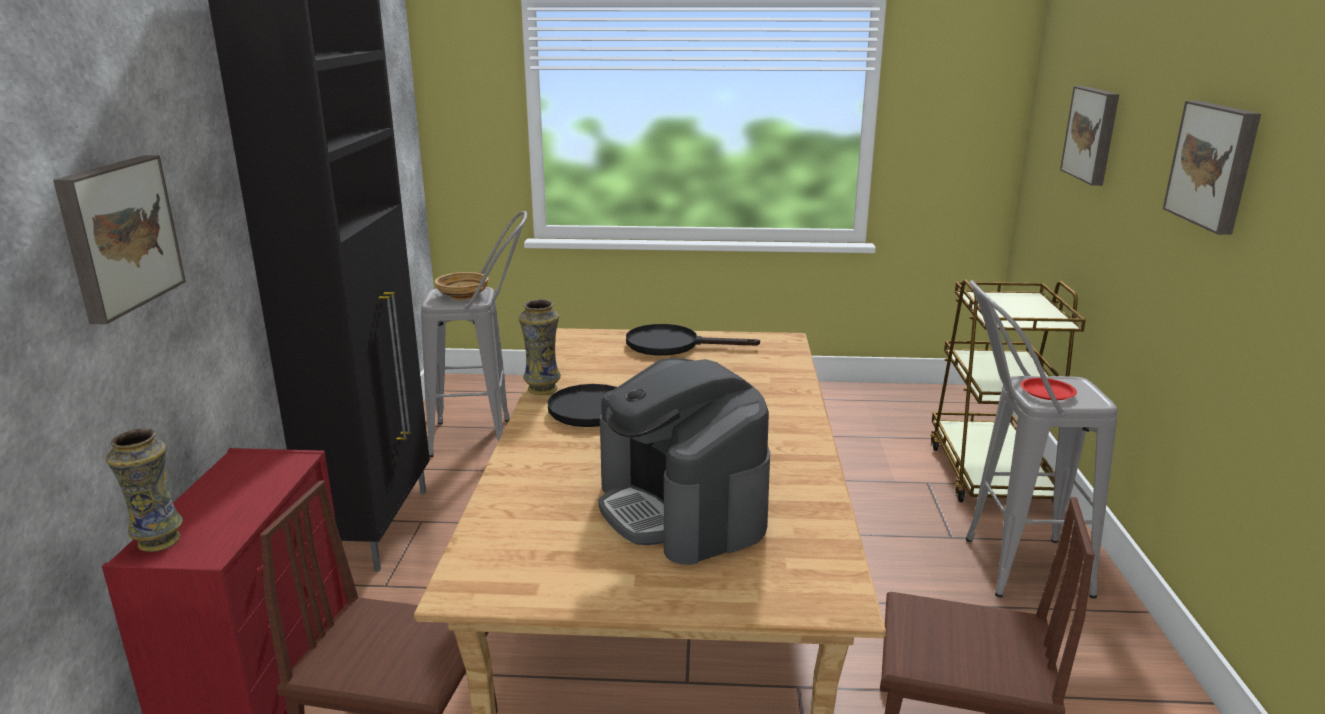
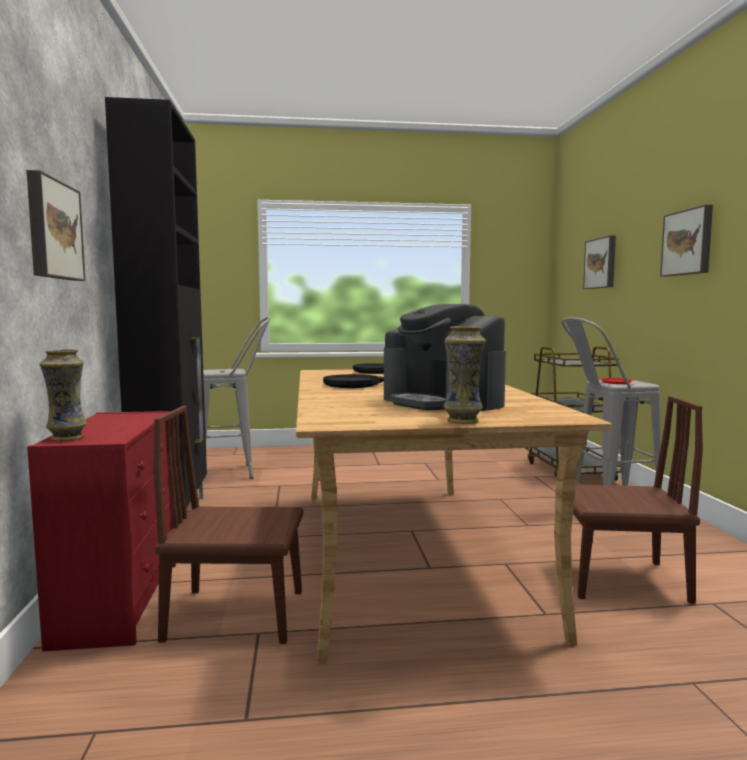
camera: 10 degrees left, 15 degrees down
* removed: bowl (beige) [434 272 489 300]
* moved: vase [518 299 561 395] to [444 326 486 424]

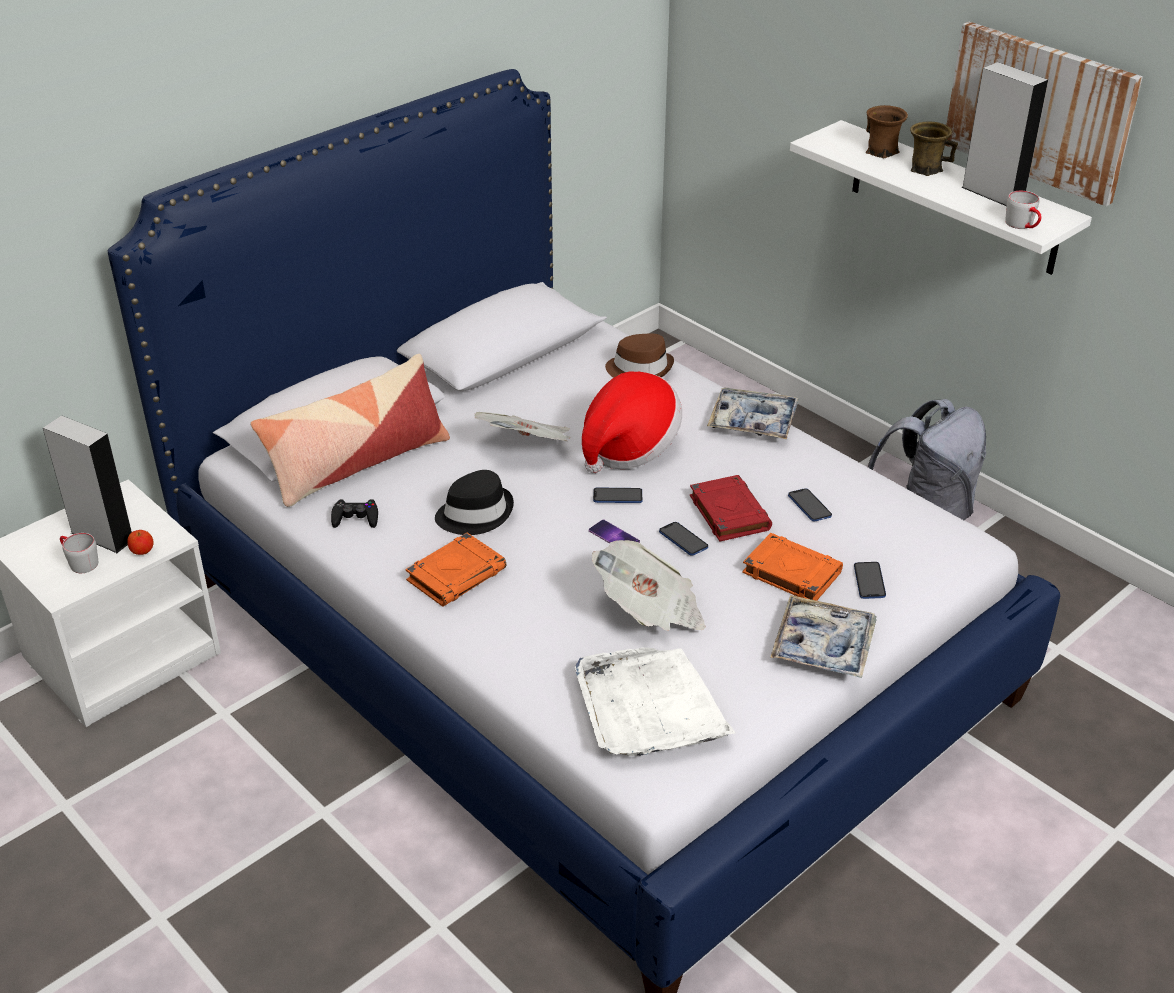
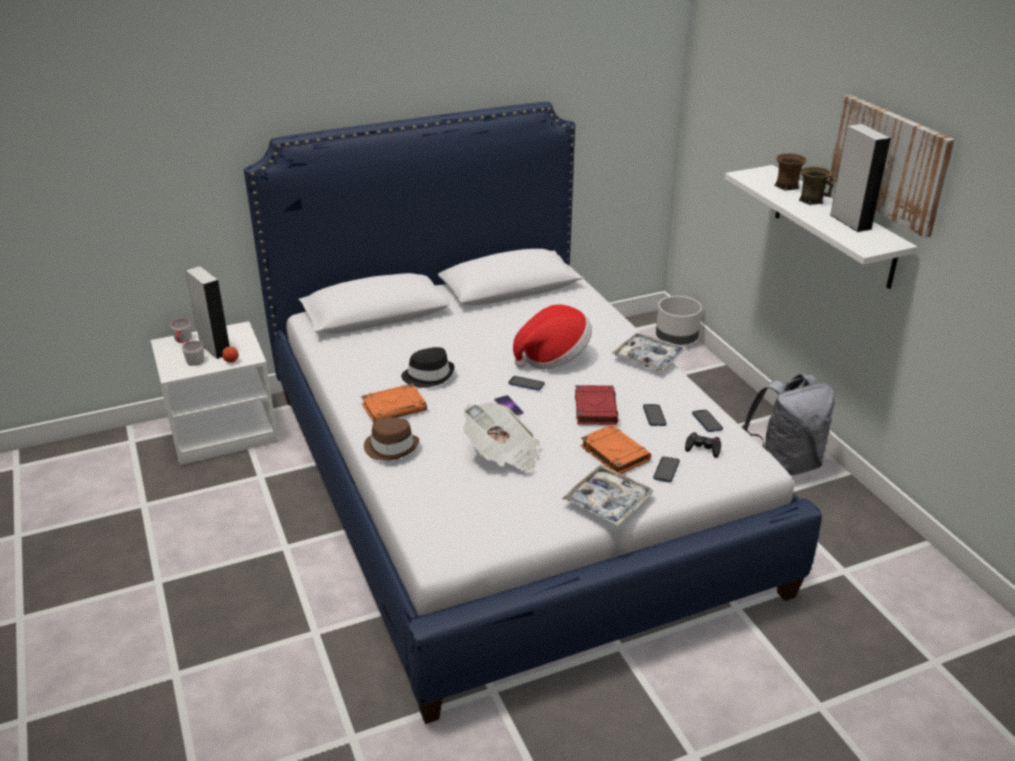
camera: 20 degrees right, 5 degrees down
* removed: pillow [250 354 450 507]
* moved: game controller (black) [331 499 378 528] to [685 432 721 458]
* removed: newspaper [475 412 571 441]
* removed: tray (white) [575 647 735 756]
* moved: hat (brown) [605 334 674 378] to [364 417 419 461]
* moved: phone [659 522 708 556] to [692 410 723 432]
* moved: mug (grey) [1005 191 1042 229] to [171 319 192 343]
* added: planter (grey) [656 296 702 345]

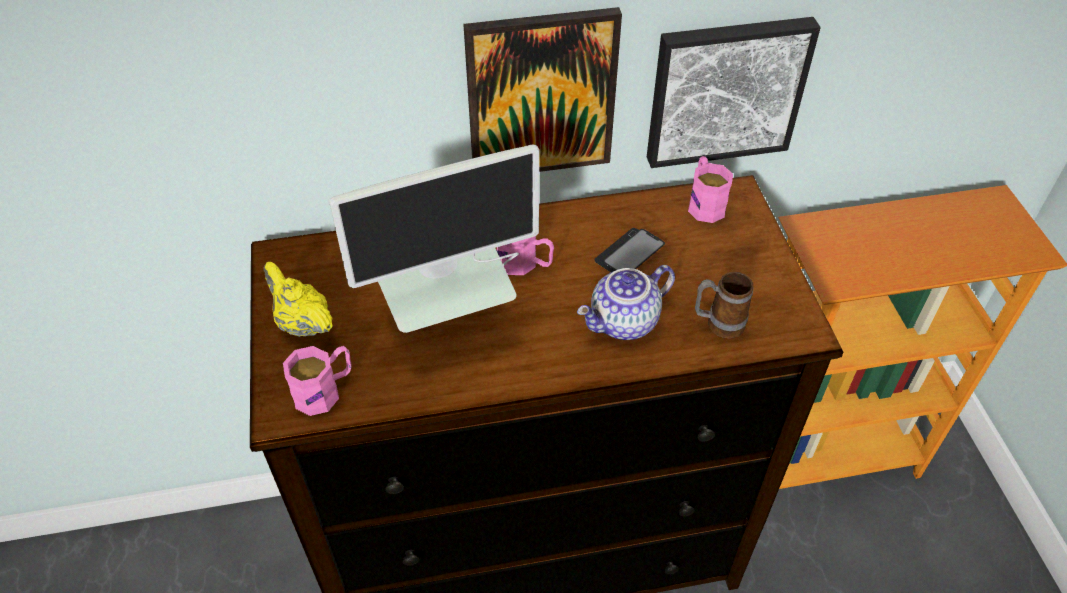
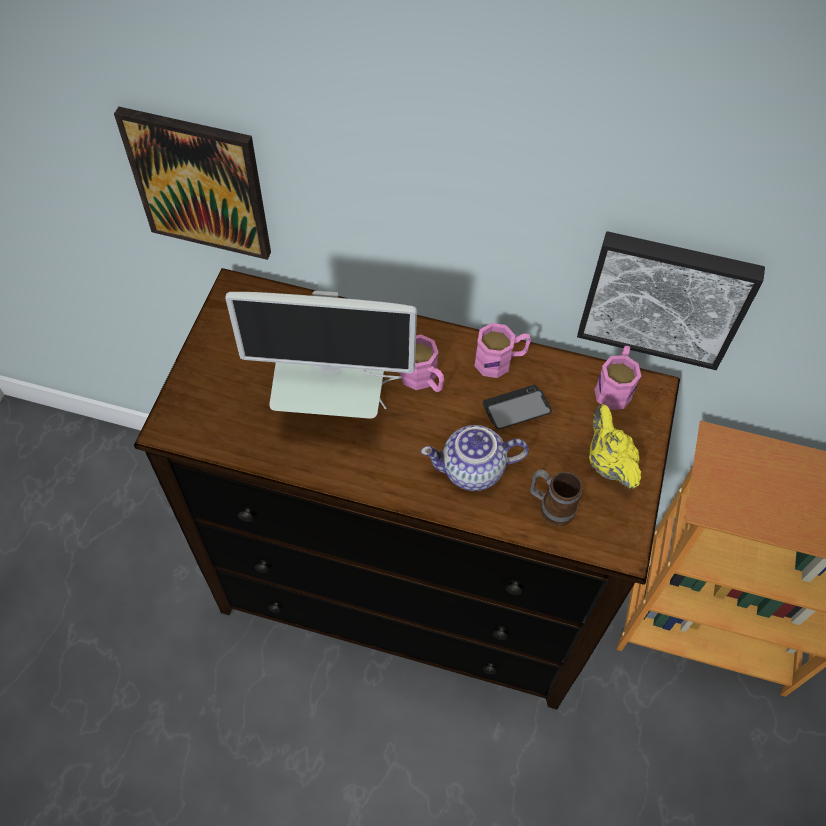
camera: 25 degrees right, 10 degrees up
* moved: teapot (yellow) [263 262 333 337] to [589 404 641 489]
* moved: mug (pink) [283 346 352 416] to [474 323 531 378]
* moved: picture [463 7 622 172] to [114 106 271 260]

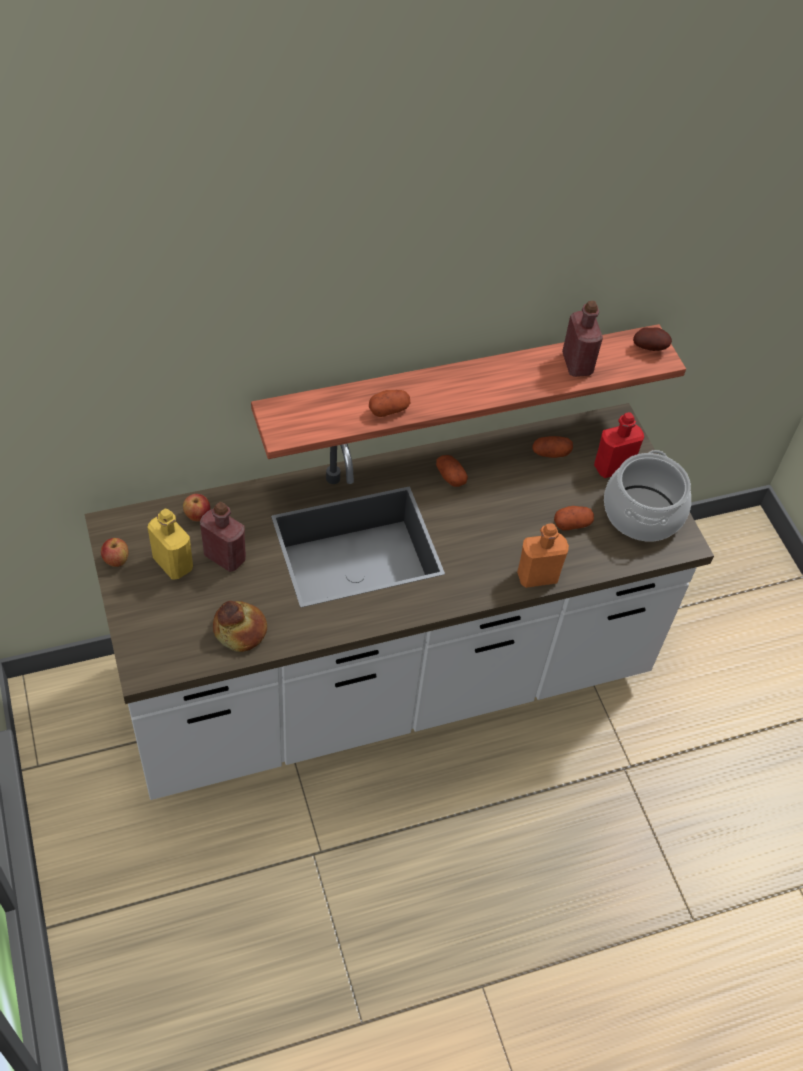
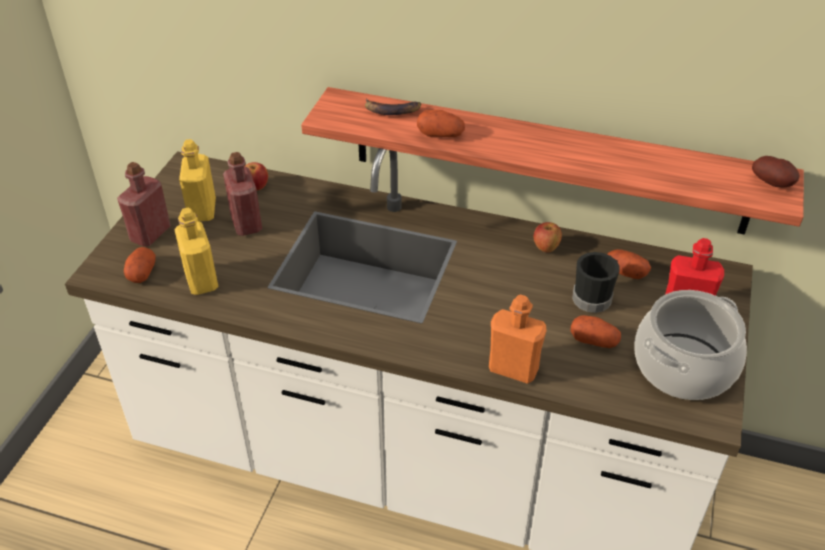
camera: 40 degrees right, 10 degrees down
* moved: apple [101 538 129 567] to [534 222 562 252]
* replaced: bread [213 601 267 652] to bottle (yellow) [174 208 219 295]
* moved: potato [436 455 468 487] to [124 247 156 283]
* moved: bottle (red) [562 301 603 377] to [117 162 171 247]
* added: banana [365 99 421 115]
* added: mug (black) [572 252 620 313]

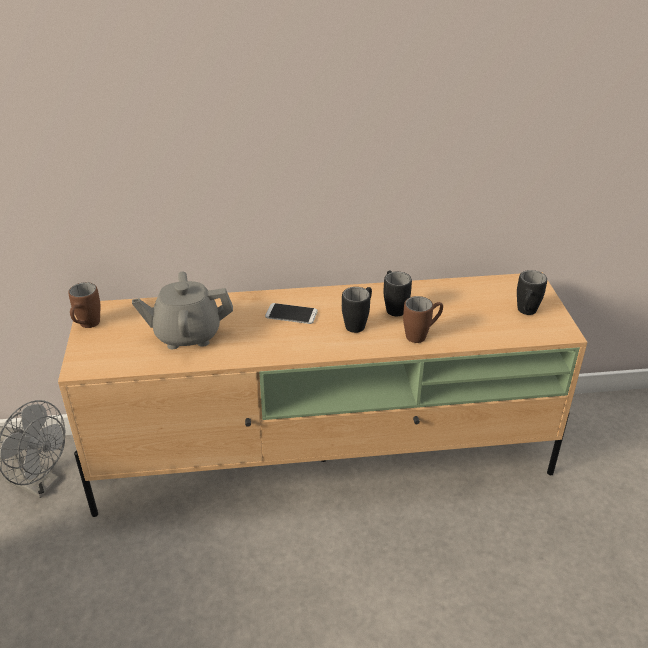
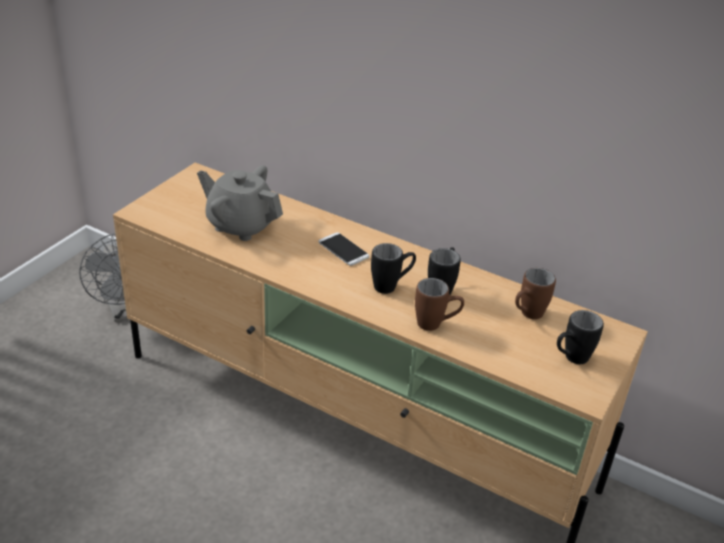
camera: 35 degrees right, 0 degrees up
* moved: mug (brown) [68 282 100 328] to [515 268 556 319]

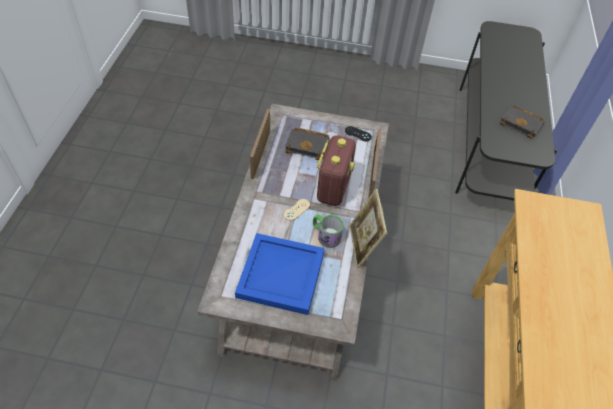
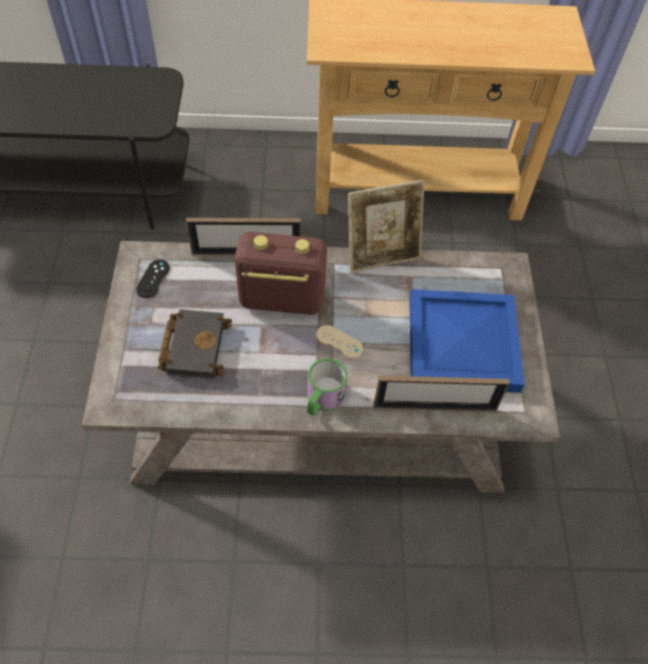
camera: 100 degrees left, 5 degrees up
* moved: picture frame [250 109 270 179] to [374 375 510 412]
* moved: mug [313 214 344 248] to [307 358 347 416]
* removed: book (black) [499 106 545 139]

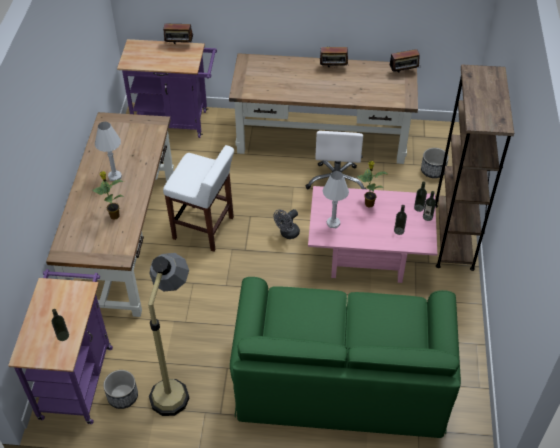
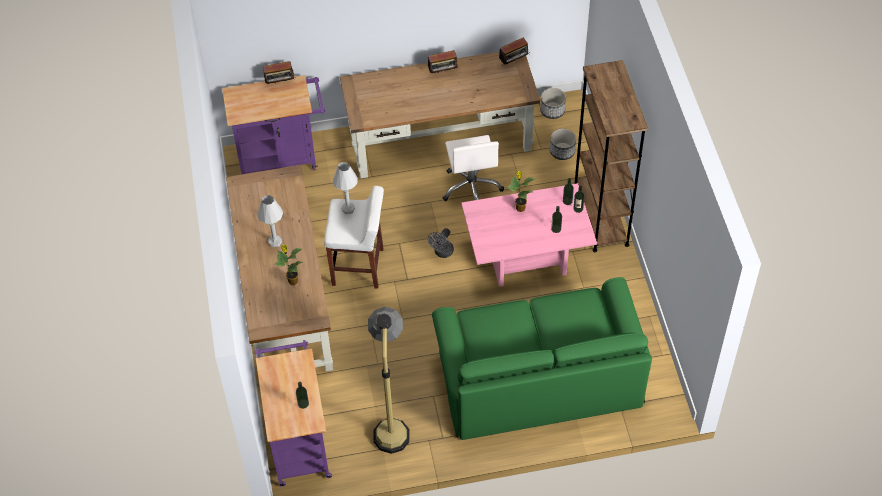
camera: 15 degrees left, 5 degrees up
* moved: planter [103 370 138 409] to [540 88 566 119]
* moved: table lamp (white) [322 171 349 228] to [333 162 358 214]

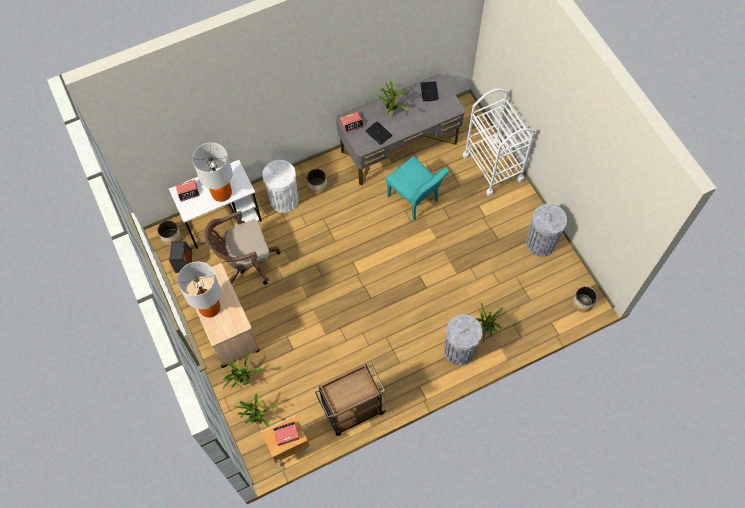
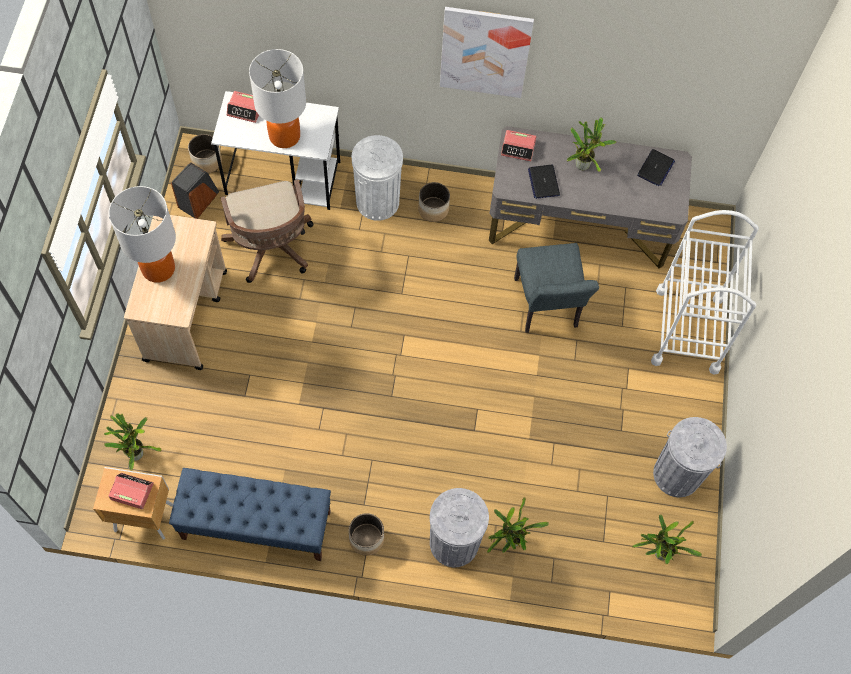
camera: 30 degrees right, 0 degrees up
* turned: office chair (brown) [205 211 280 285] = [221 180 313 283] 120 degrees counterclockwise
* moved: potted plant [223 353 262 389] to [632 514 702 564]
* replaced: cart (brown) [315 364 386 436] to bench (blue) [169 468 331 561]
* recoloured: chair (turquoise) [386 156 449 220] to chair (grey) [514 243 599 333]
* moved: planter [572 286 597 312] to [349 513 384 555]
* added: picture [440 7 534 98]

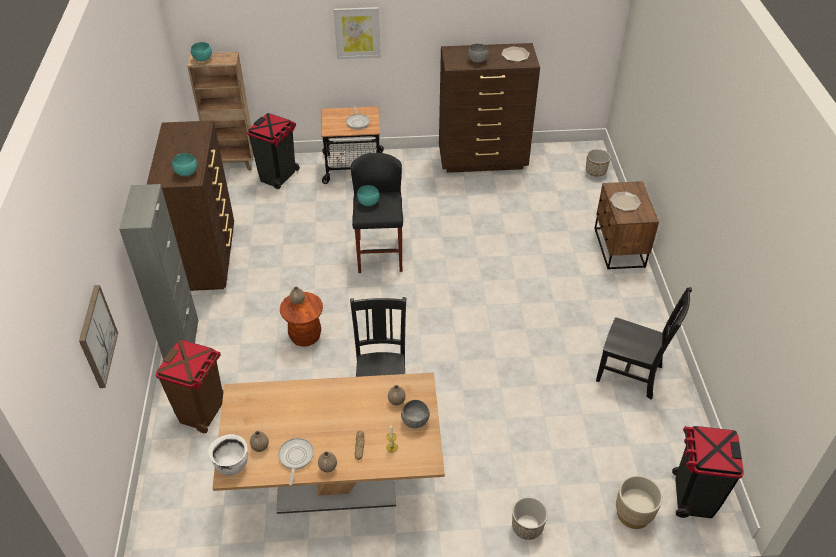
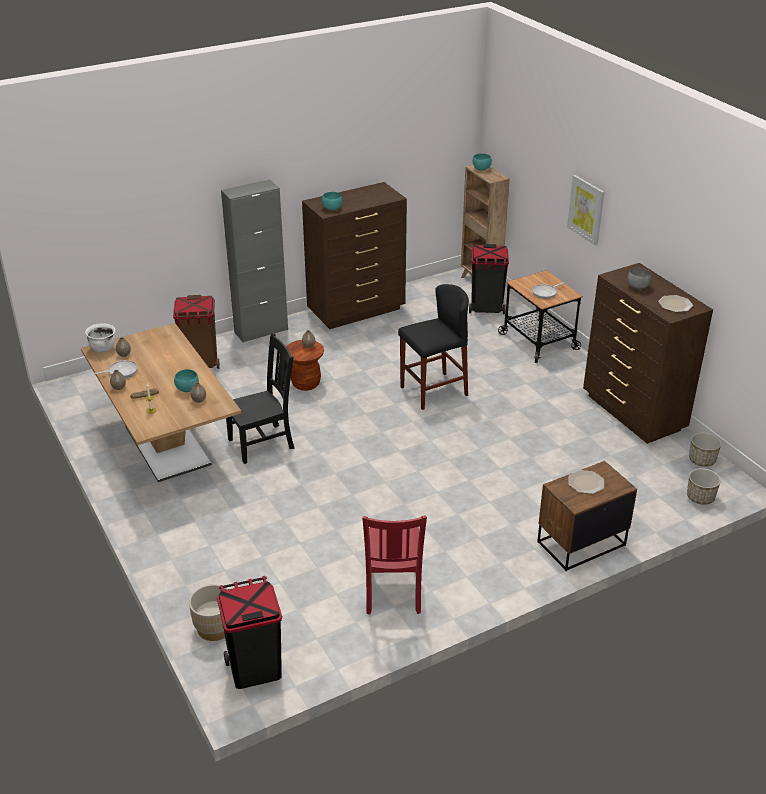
camera: 65 degrees right, 10 degrees down
* removed: picture [79 285 118 388]
* moved: bowl (turquoise) [357 185 379 206] to [174 369 199 392]
* removed: bowl (grey) [401 400 430 429]
* moved: planter [512 497 548 540] to [689 432 722 467]
* recoloured: chair (black) [596 287 692 399] to chair (red) [362 515 427 614]

